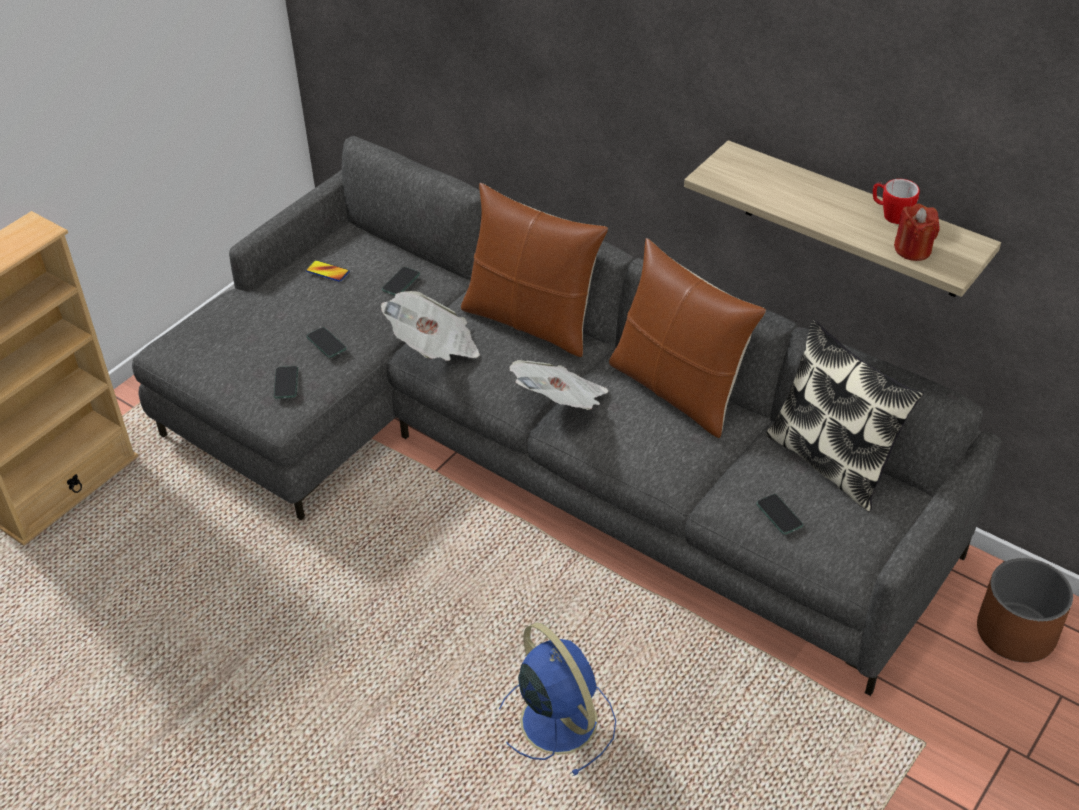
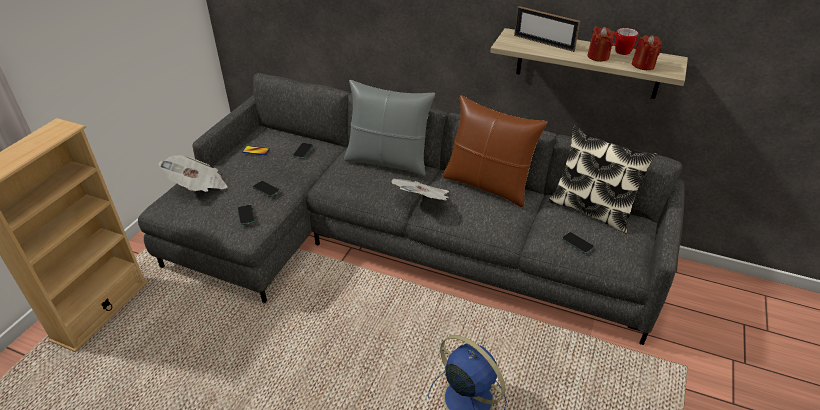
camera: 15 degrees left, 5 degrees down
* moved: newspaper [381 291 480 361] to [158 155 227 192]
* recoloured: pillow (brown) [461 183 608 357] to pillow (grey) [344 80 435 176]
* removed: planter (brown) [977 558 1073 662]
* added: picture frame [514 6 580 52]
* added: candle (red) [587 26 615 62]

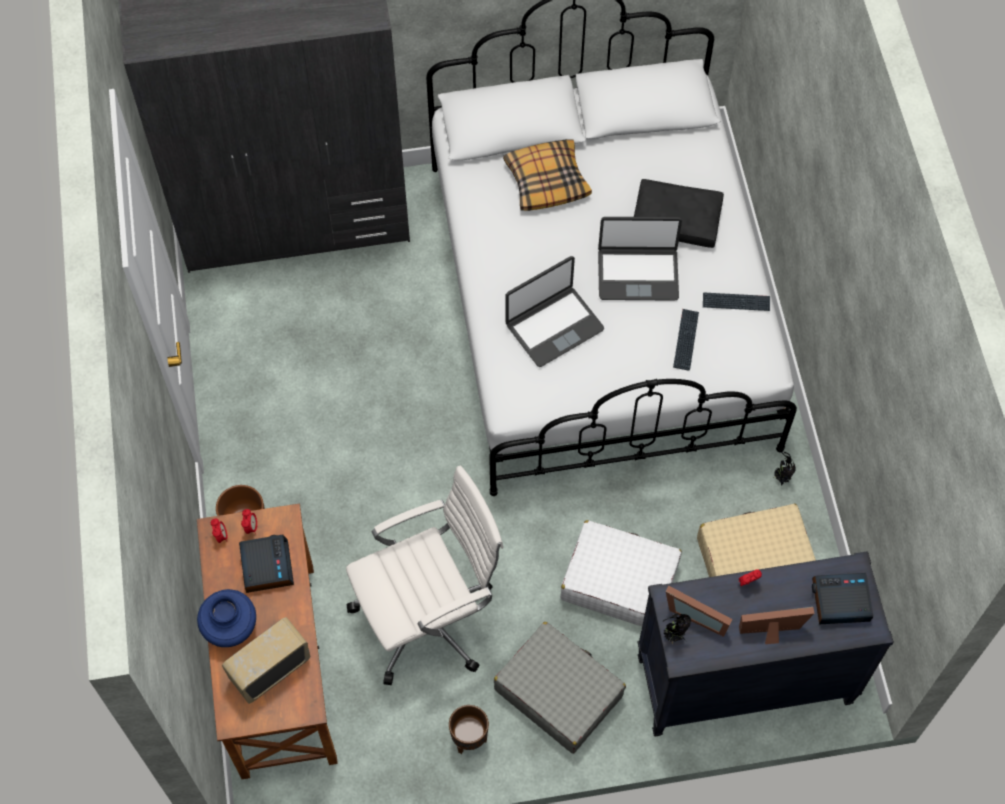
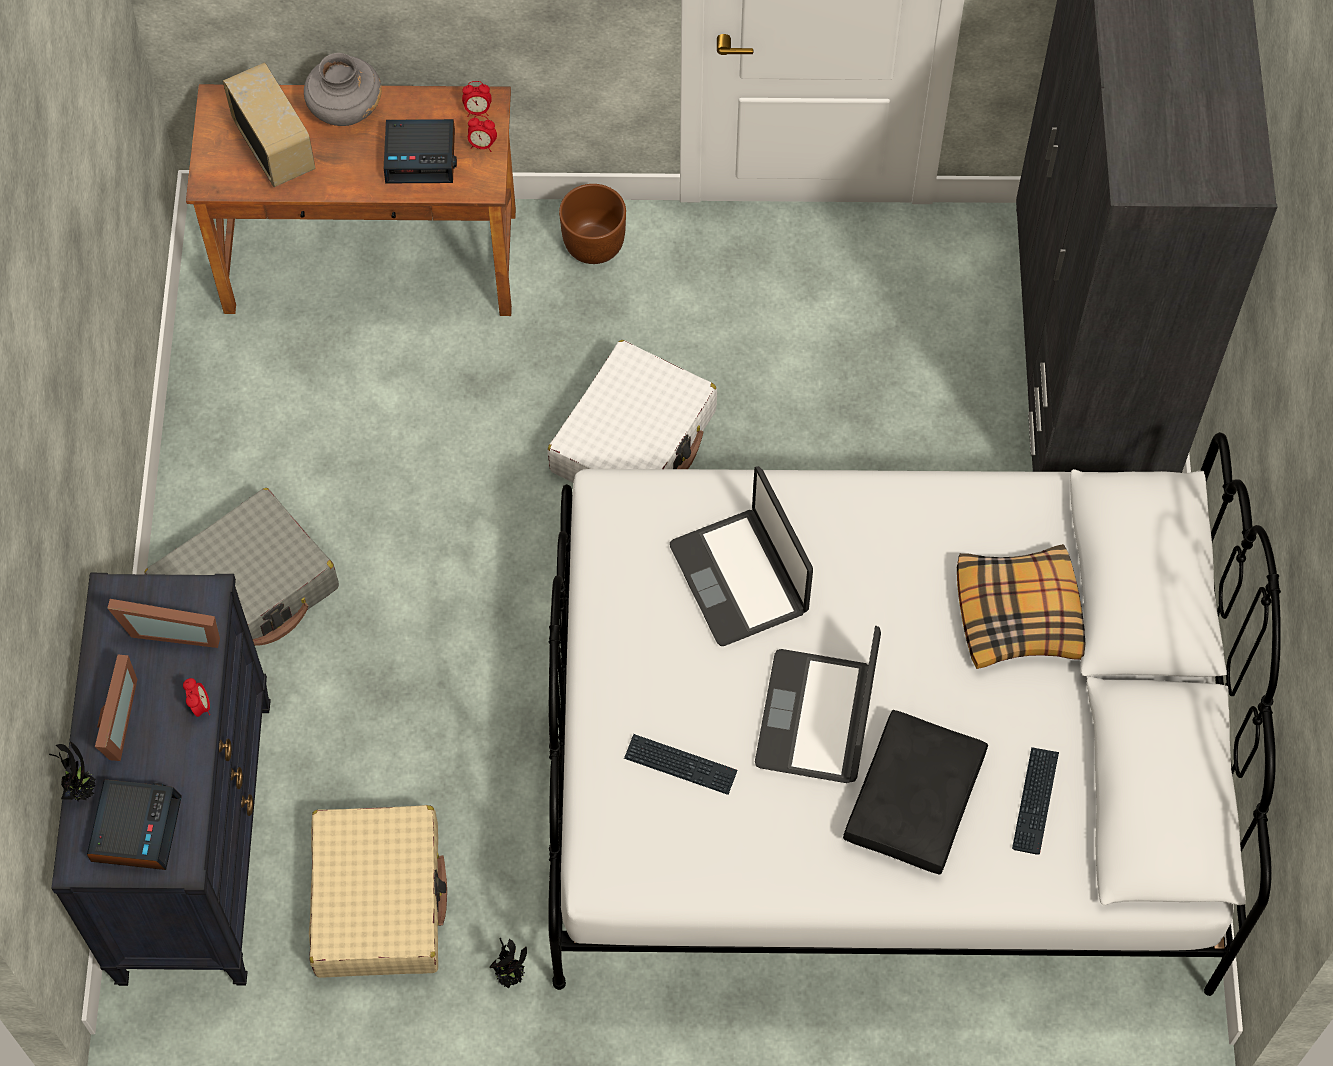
camera: 100 degrees right, 0 degrees up
* recoloured: vase (blue) [197 589 256 647] to vase (grey) [304 53 382 126]
* removed: office chair (white) [346 465 504 685]
* removed: planter (brown) [449 705 489 754]
* moved: suitcase (white) [560 520 682 626] to [547 340 717 482]
* moved: potted plant [663 613 691 644] to [49 741 96 801]
* turned: picture frame [666 586 732 637] = [107 599 220 648] 120 degrees counterclockwise
* moved: keyboard [703 292 770 311] to [1012 747 1059 855]

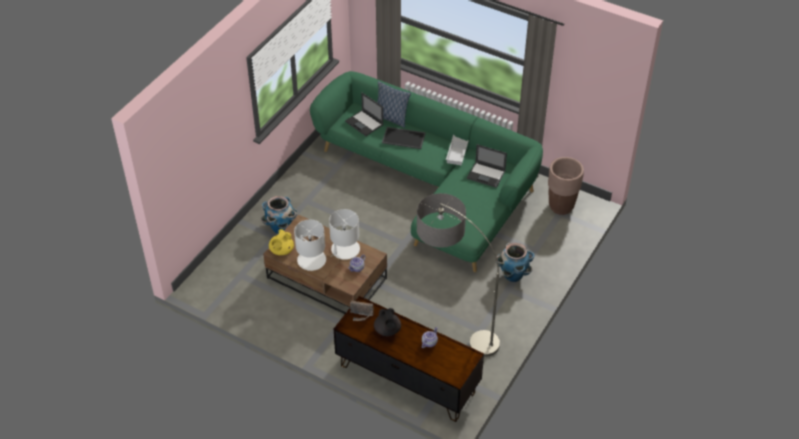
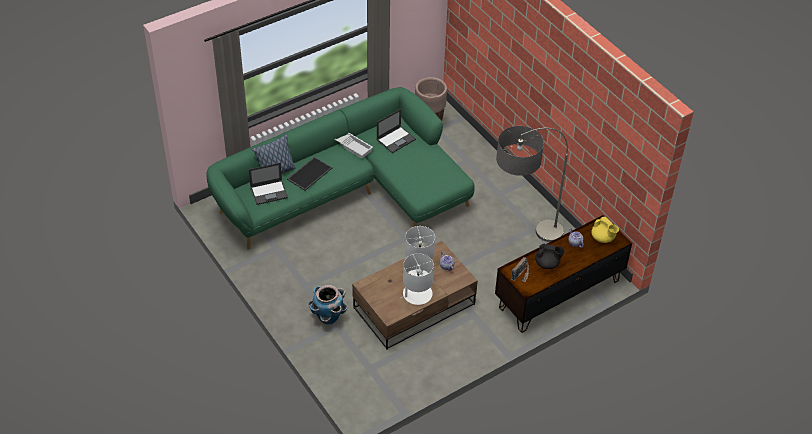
camera: 65 degrees left, 0 degrees up
* moved: teapot (yellow) [269 229 294 255] to [592 217 619 243]
* removed: planter [496 243 535 282]

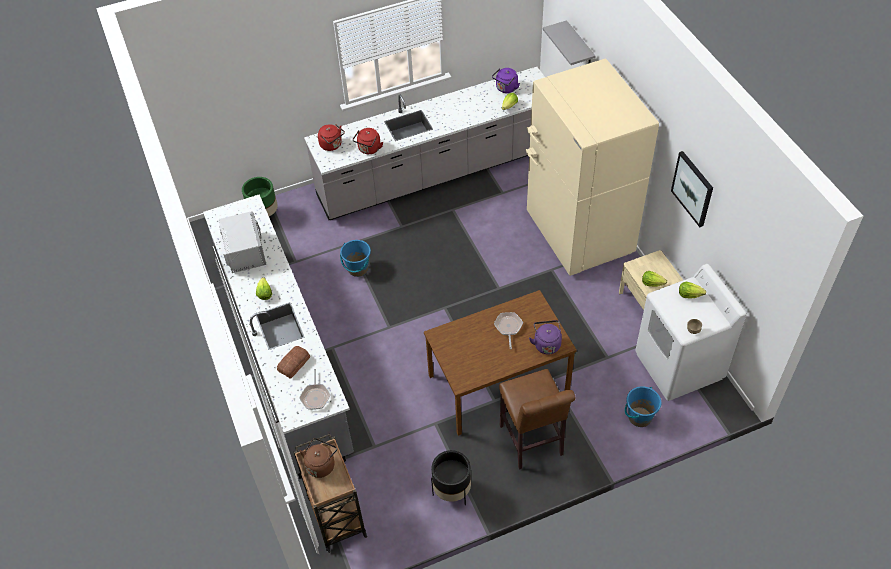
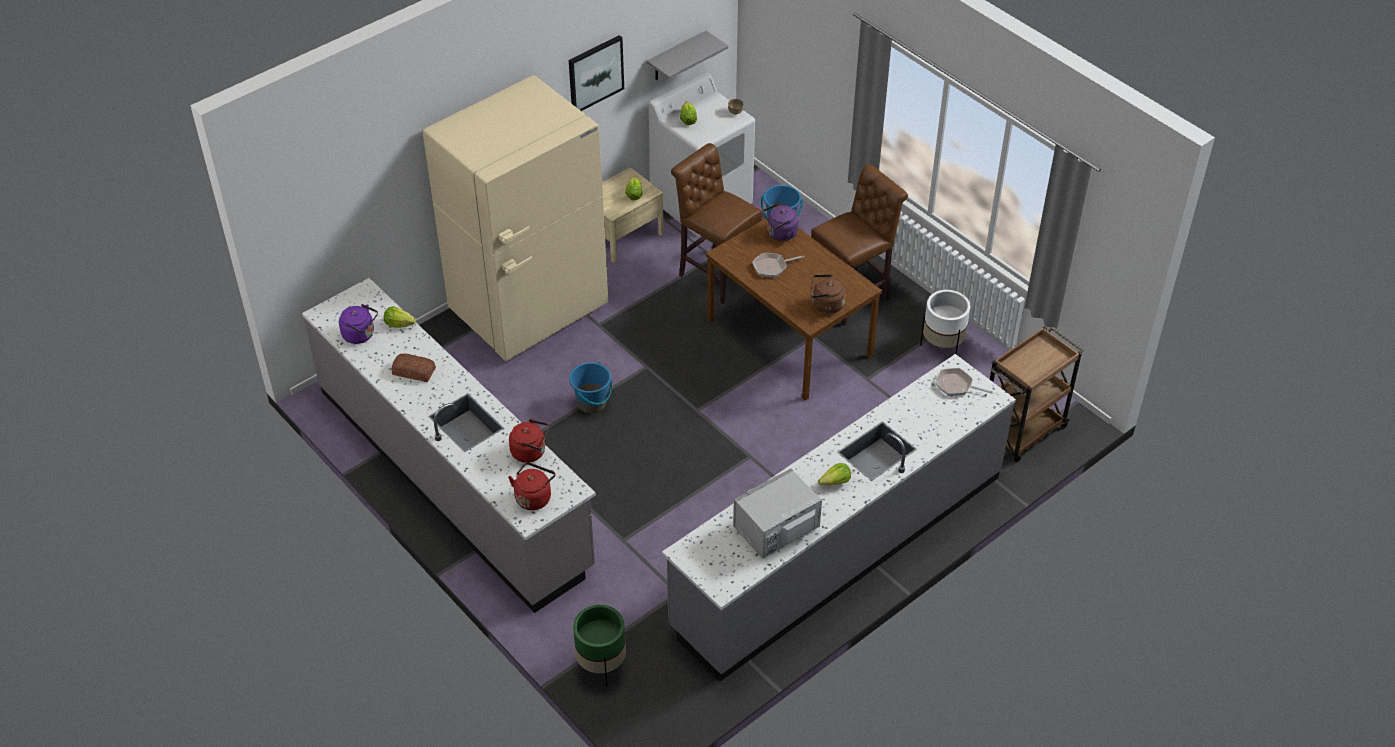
camera: 110 degrees left, 5 degrees down
* moved: bread [277 346 310 378] to [392 354 436 382]
* turned: frying pan [299 369 331 410] = [935 368 993 396] 135 degrees counterclockwise
* moved: kettle (brown) [300 438 337 478] to [810 274 846 314]
* moved: bucket (blue) [340 240 371 277] to [569 362 612 413]
* recoloured: planter (black) [431 450 471 505] to planter (white) [920 290 970 355]
* moved: shelf (grey) [543 20 596 65] to [647 31 728 80]
* added: stool (brown) [671 143 762 304]

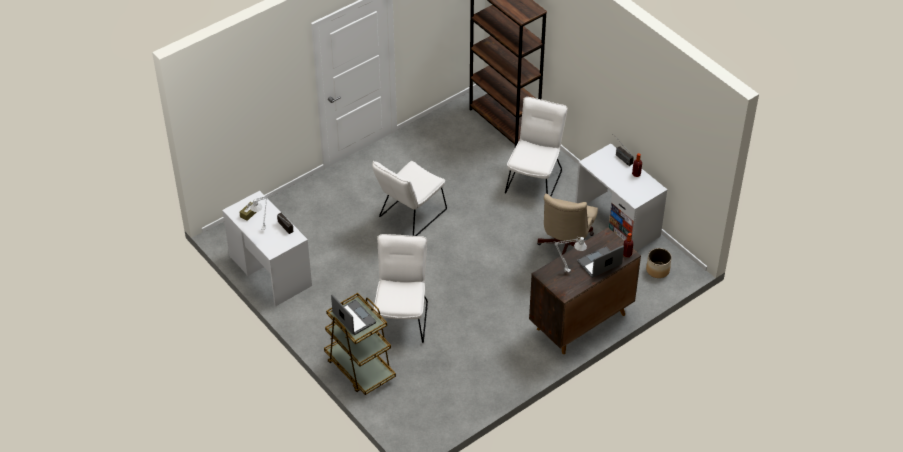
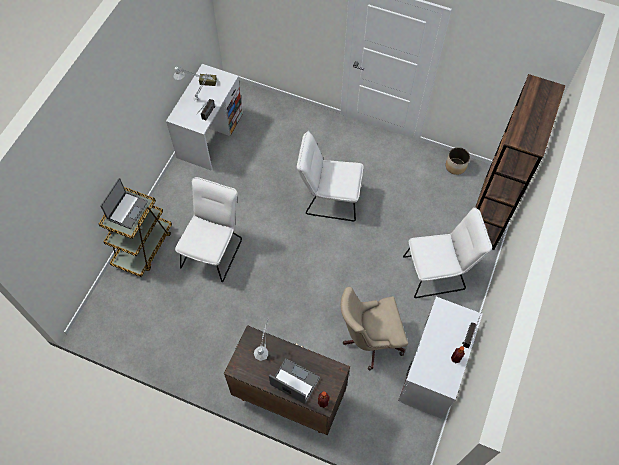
camera: 60 degrees right, 15 degrees up
* turned: chair (white) [374 234 428 343] = [175 177 242 282] 45 degrees counterclockwise
* moved: planter [646 248 672 278] to [446 147 470 175]

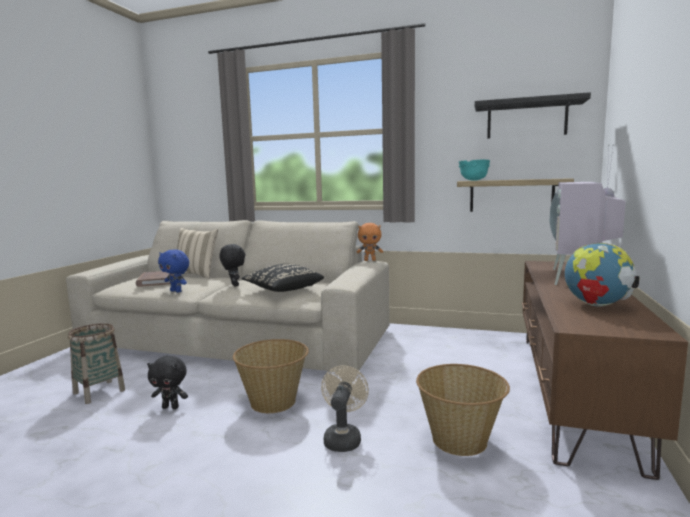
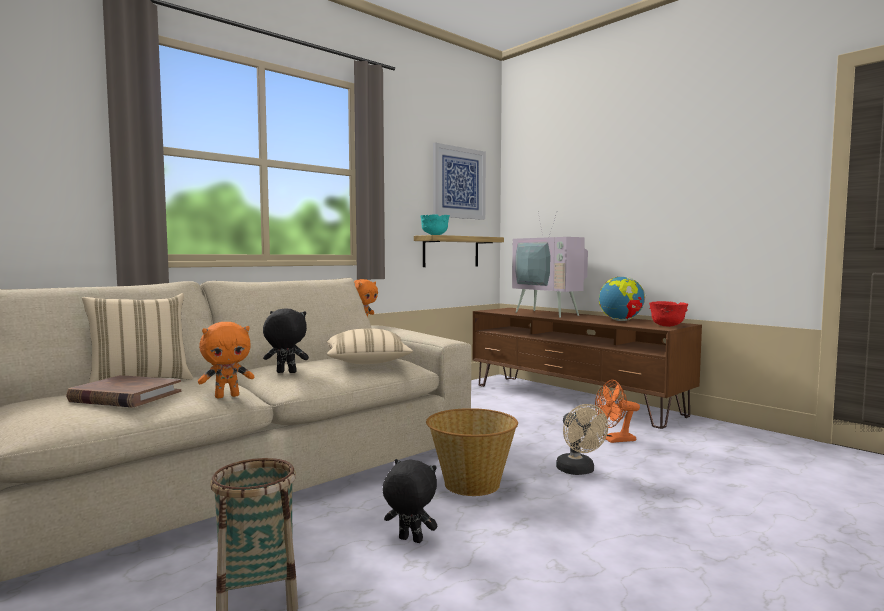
camera: 60 degrees left, 5 degrees down
* turned: plush toy (black) [147 356 188 409] = [383 459 437 543] 105 degrees counterclockwise
* recoloured: plush toy (blue) [158 250 189 293] to plush toy (orange) [198 322 254 398]
* recoloured: pillow (black) [241 264 324 292] to pillow (beige) [327 328 413 364]
* turned: fan (beige) [321 366 369 452] = [556 404 608 475] 150 degrees counterclockwise
* replaced: basket [416 364 510 456] to fan (orange) [595 380 640 443]
* replaced: shelf (black) [475 92 591 139] to picture [433 143 486 220]
* added: bowl (red) [649 301 688 327]

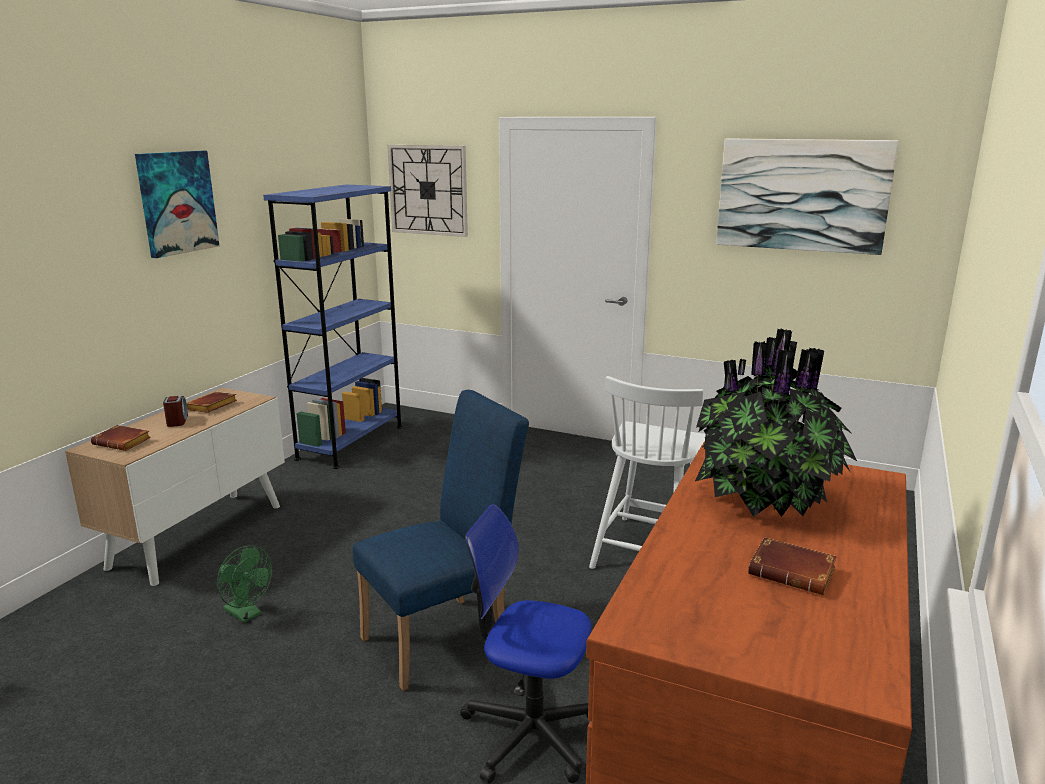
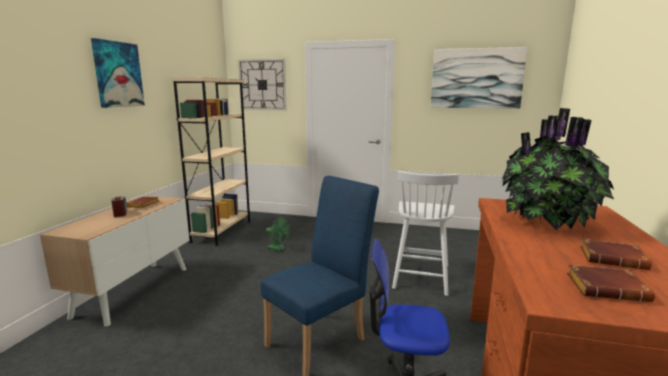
camera: 10 degrees left, 5 degrees down
* moved: book (brown) [91 425 151 451] to [567 265 655 302]
* moved: fan (green) [217 545 272 623] to [266 217 290 251]
* recoloured: bookcase (blue) [263 184 403 469] to bookcase (beige) [171 78 251 246]

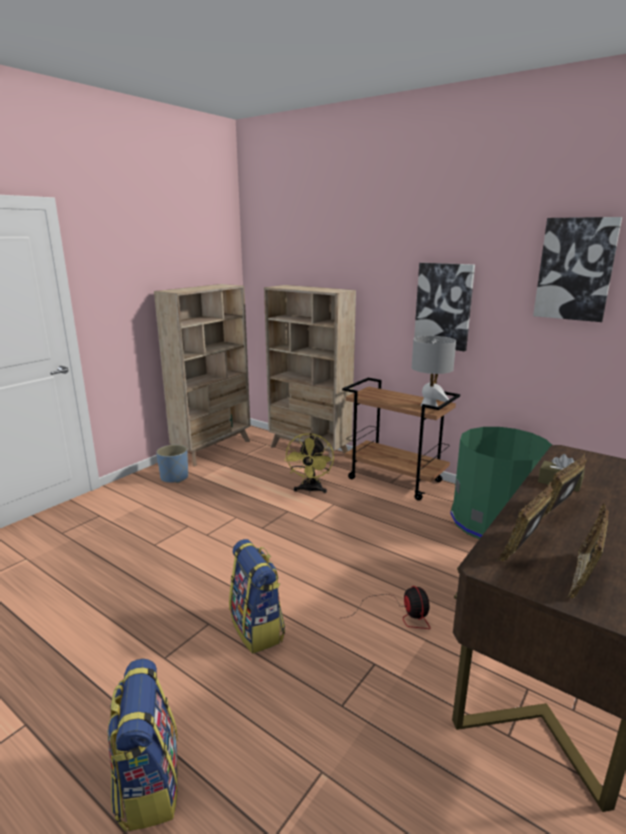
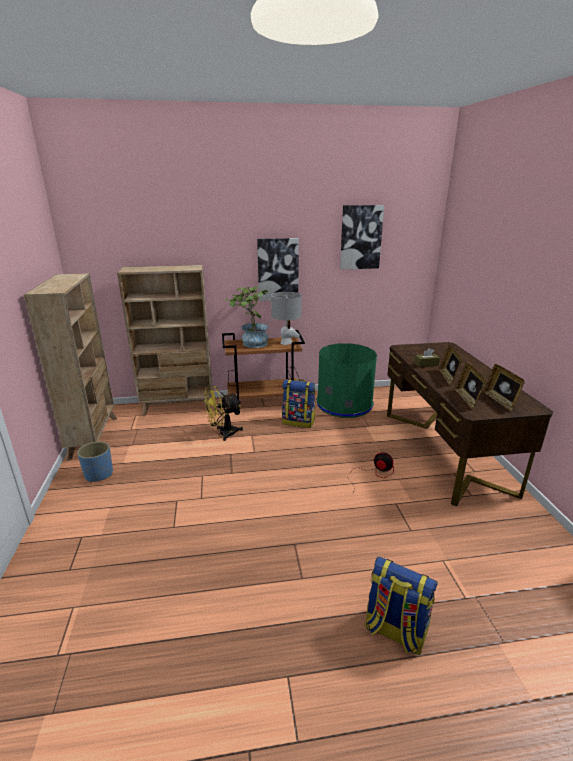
camera: 45 degrees left, 5 degrees up
* moved: backpack [229 539 285 654] to [282 379 316 428]
* turned: fan (yellow) [284 433 334 493] = [204 386 243 441] 105 degrees clockwise
* added: potted plant [225 287 269 348]

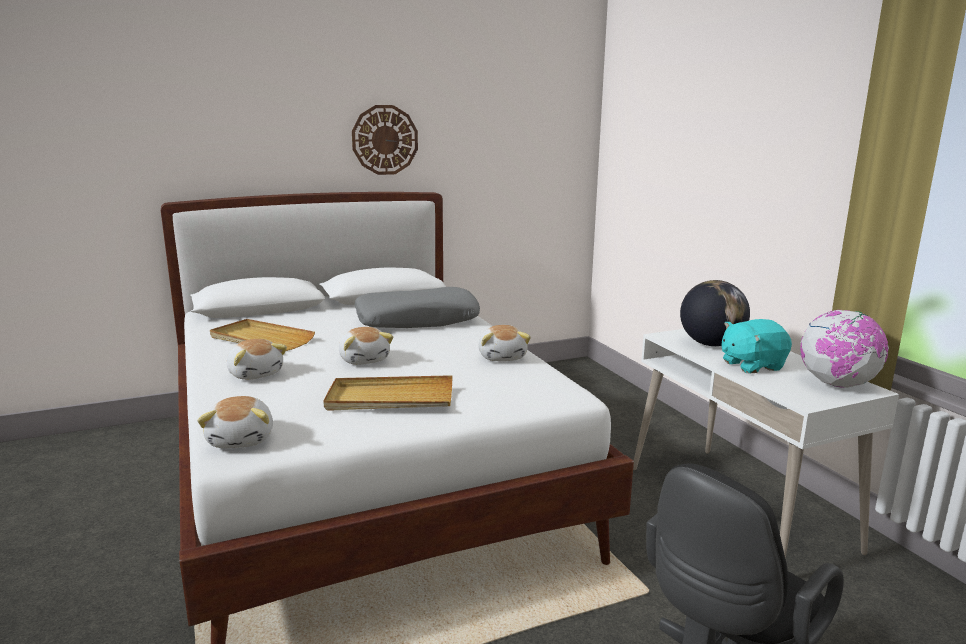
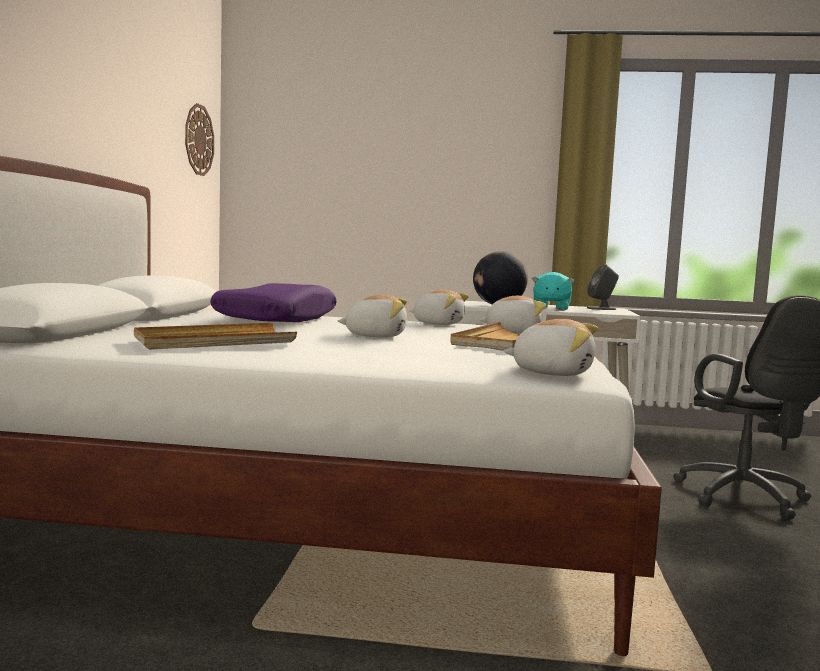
camera: 60 degrees left, 10 degrees down
* moved: plush toy [227 339 287 380] to [479 296 546 334]
* moved: wall clock [352 105 418 175] to [185 103 214 176]
* recoloured: pillow (grey) [355 287 480 328] to pillow (purple) [210 283 337 322]
* replaced: globe [800 310 889 388] to speaker (grey) [587 264 619 310]

